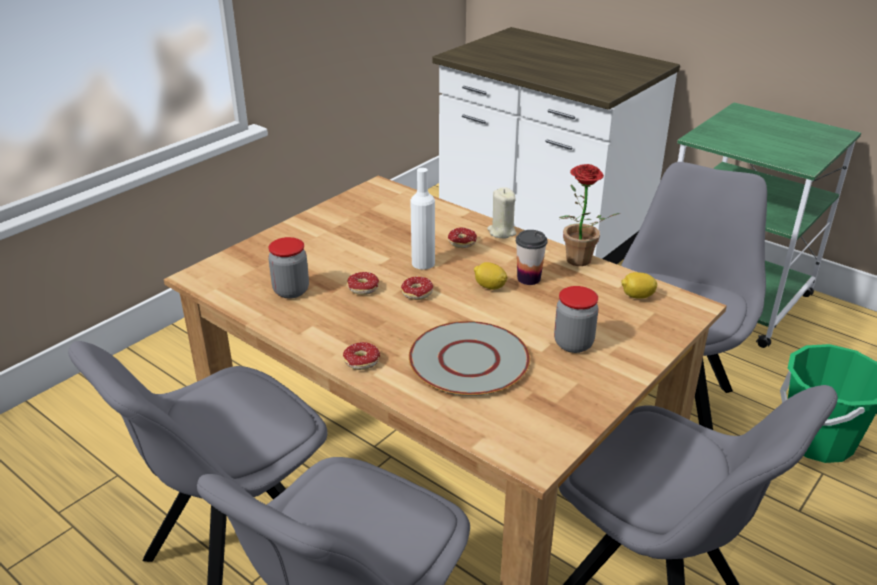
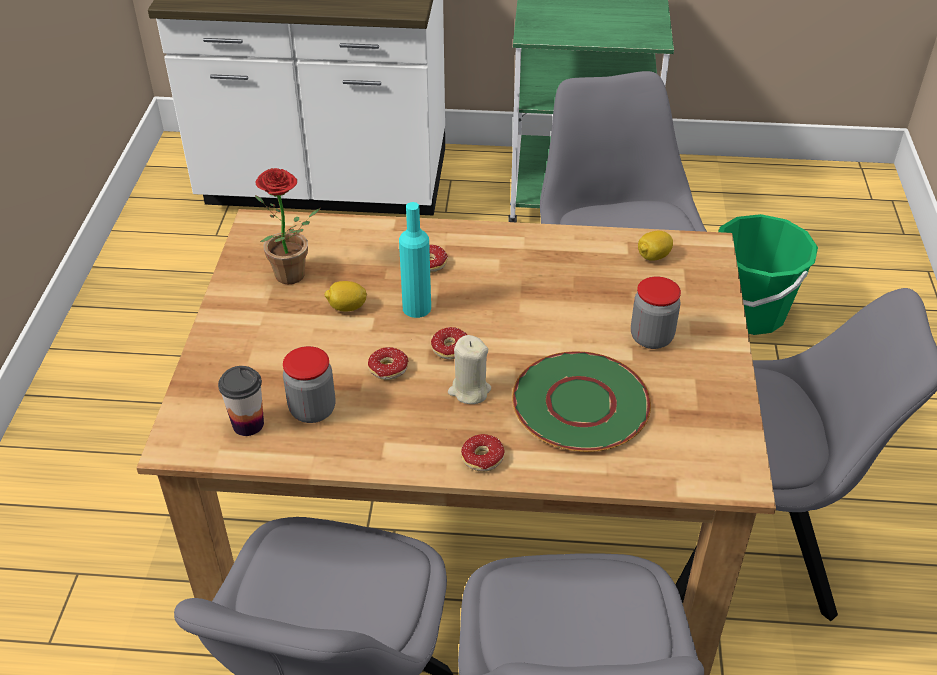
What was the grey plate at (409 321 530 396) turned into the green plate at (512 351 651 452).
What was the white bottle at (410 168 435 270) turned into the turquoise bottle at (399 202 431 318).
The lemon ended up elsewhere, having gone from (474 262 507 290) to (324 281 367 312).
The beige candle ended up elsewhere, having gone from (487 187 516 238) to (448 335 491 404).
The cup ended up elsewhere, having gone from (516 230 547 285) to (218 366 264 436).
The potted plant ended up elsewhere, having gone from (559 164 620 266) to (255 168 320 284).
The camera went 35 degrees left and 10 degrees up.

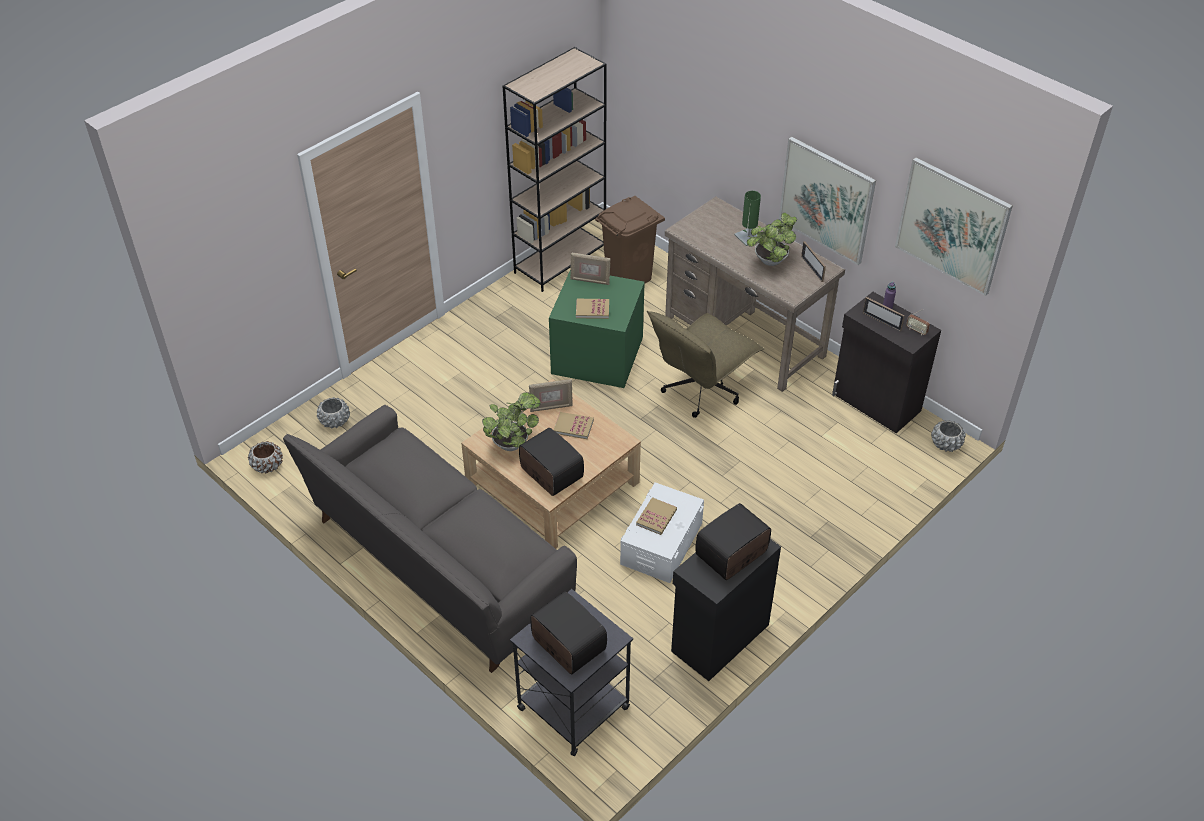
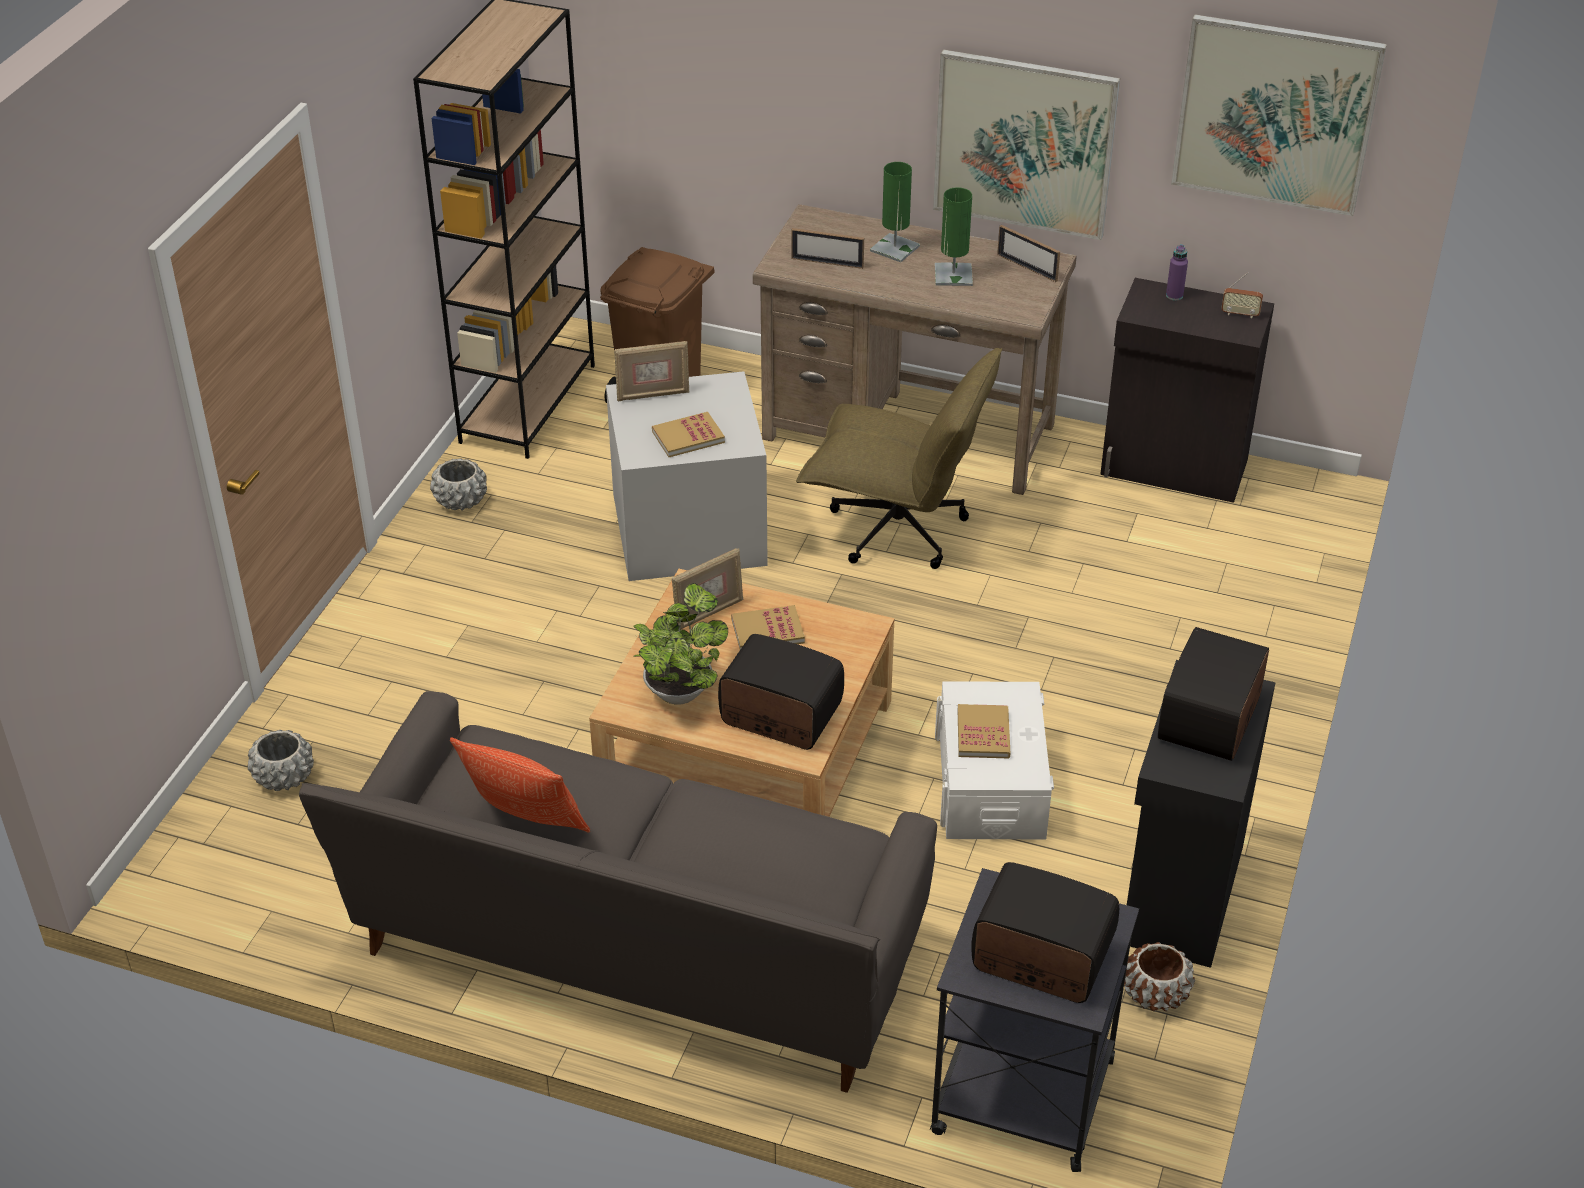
The brown planter ended up elsewhere, having gone from (248 441 283 474) to (1124 942 1195 1011).
What was the green storage box at (549 269 645 388) turned into the grey storage box at (606 371 768 581).
The beige office chair at (647 311 764 418) ended up facing another way, 90 degrees counterclockwise from before.
Where the potted plant stood at (747 213 797 266), the green table lamp came to stand at (935 187 973 286).
The picture frame ended up elsewhere, having gone from (863 297 905 332) to (791 228 864 269).
The grey planter ended up elsewhere, having gone from (931 420 966 452) to (430 458 487 511).
The second view gained the orange pillow at (450 737 590 833).
The camera went 25 degrees left and 5 degrees down.

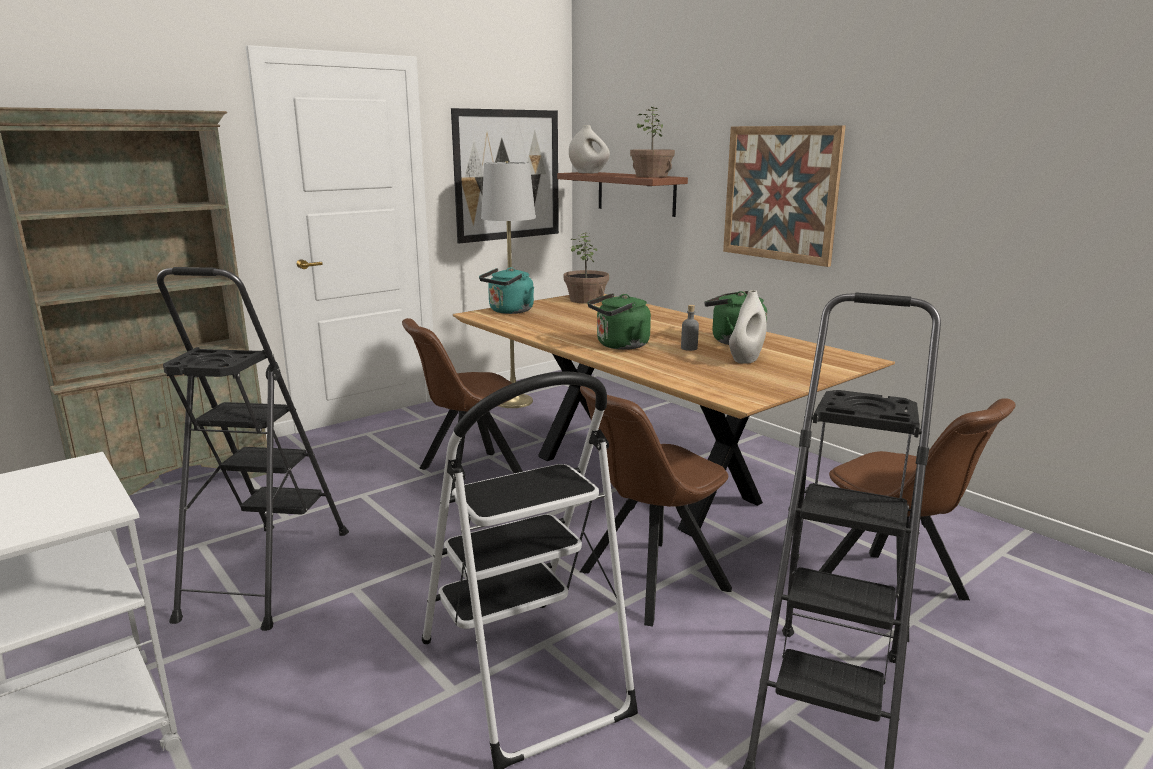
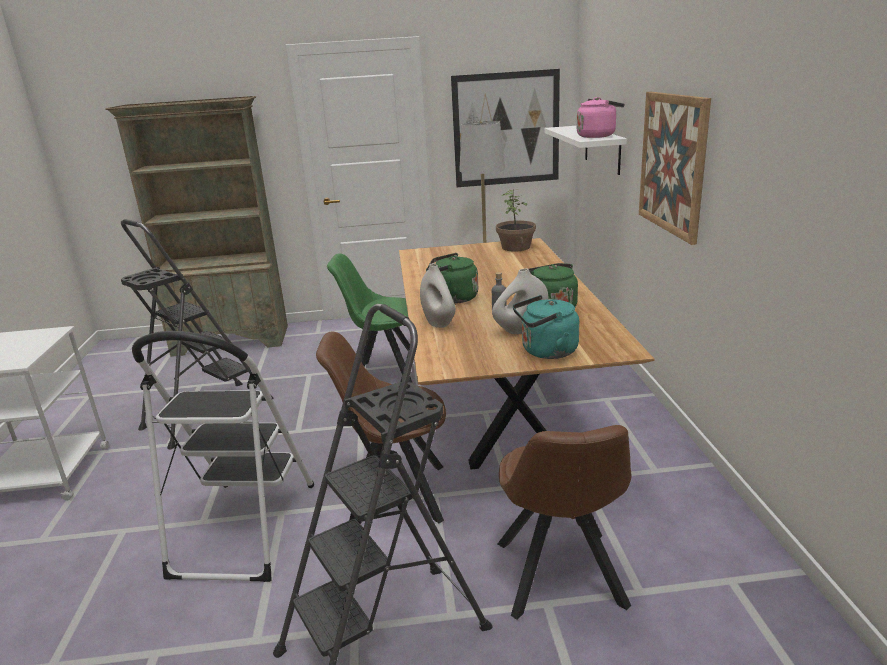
What was the brown chair at (402 318 523 496) turned into the green chair at (327 253 413 383).
The turquoise kettle ended up elsewhere, having gone from (479 267 534 314) to (513 295 579 359).
What was the brown shelf at (557 172 688 217) turned into the white shelf at (544 126 627 175).
The white vase ended up elsewhere, having gone from (569 125 610 173) to (420 263 456 328).
Where the potted plant stood at (630 107 675 177), the pink kettle came to stand at (577 97 625 138).
The camera went 35 degrees right and 5 degrees up.

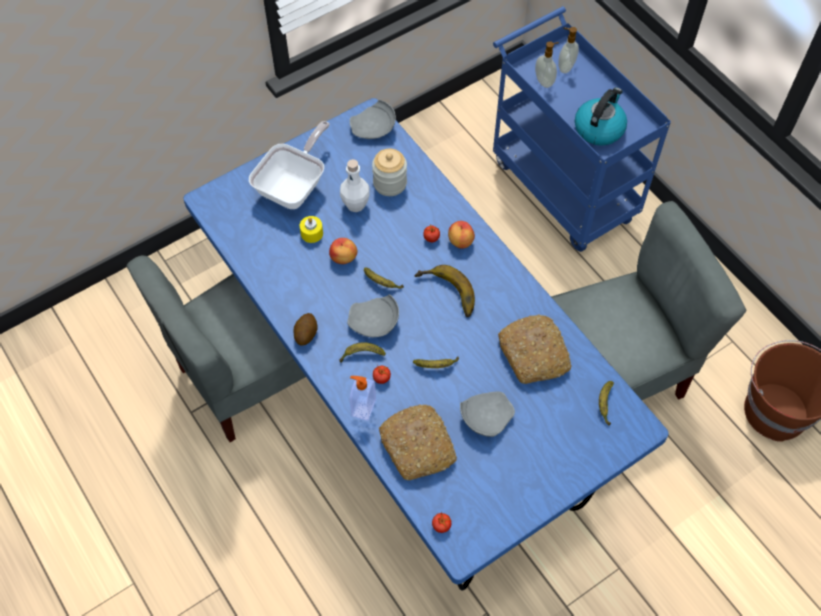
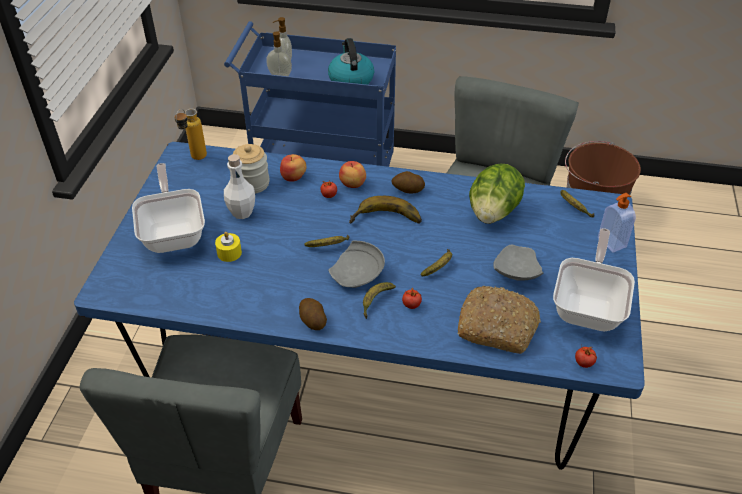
The apple ended up elsewhere, having gone from (329 238 357 264) to (280 154 306 182).
Where the grey plate stood at (350 100 396 139), the bottle came to stand at (174 109 207 160).
The soap dispenser ended up elsewhere, having gone from (350 376 376 421) to (598 193 636 253).
Where the bread stood at (498 314 571 384), the lettuce came to stand at (469 164 525 224).
The second view gained the potato at (391 171 425 193).
The second view gained the frying pan at (553 228 635 331).
The camera went 45 degrees left and 15 degrees down.

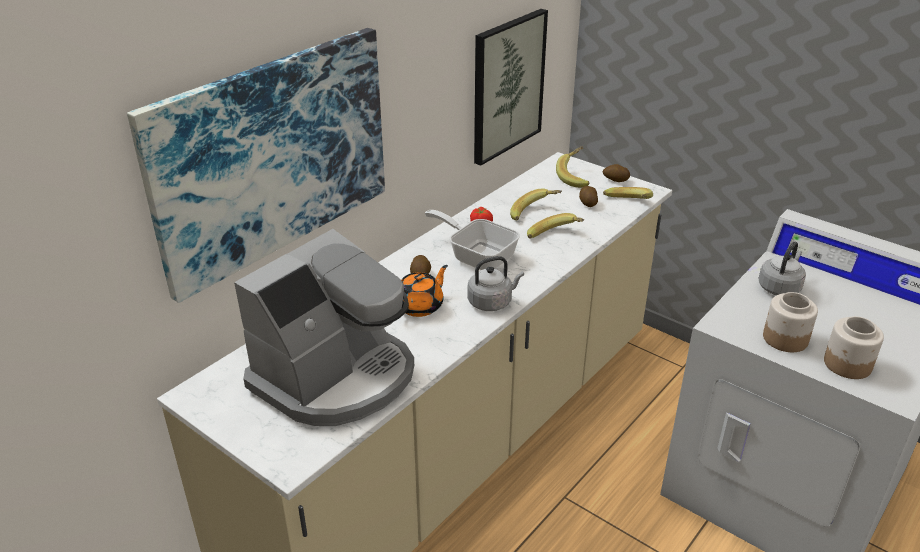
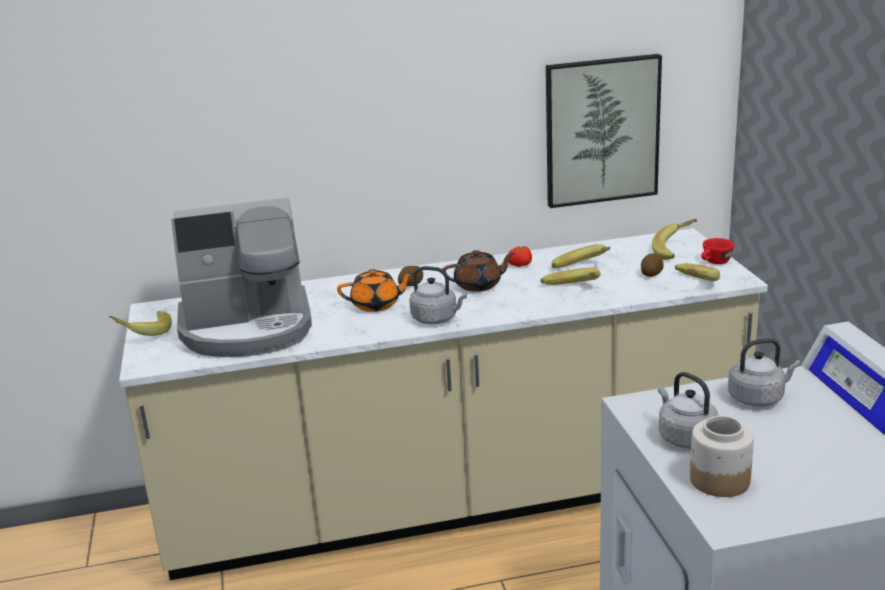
The second view lost the picture at (127 28 385 303).
Where the frying pan stood at (425 210 520 270), the brown teapot came to stand at (443 250 515 292).
Where the potato stood at (603 164 630 182), the red cup came to stand at (701 238 734 264).
Where the jar stood at (763 292 818 352), the grey kettle came to stand at (658 372 718 449).
The second view gained the banana at (108 311 172 336).
The camera went 40 degrees right and 10 degrees down.

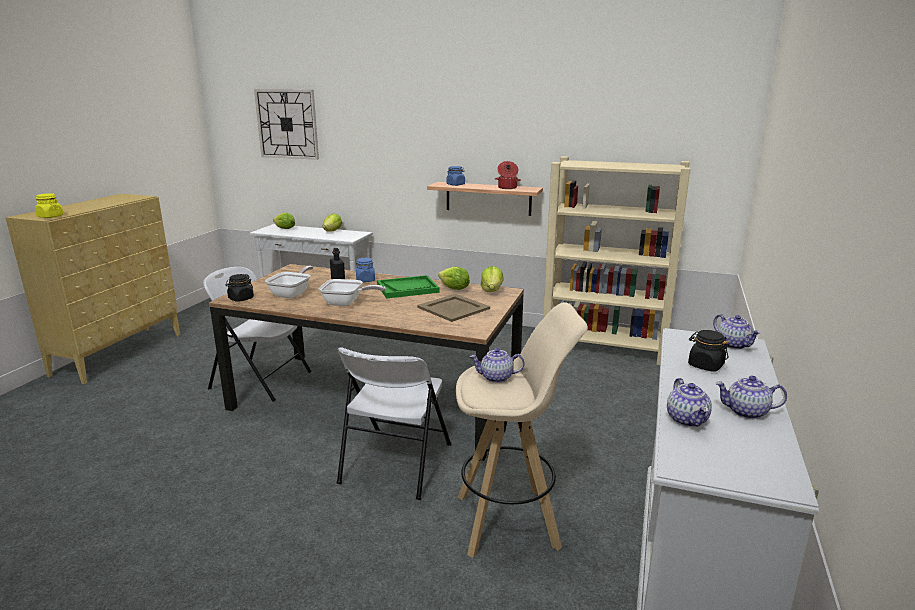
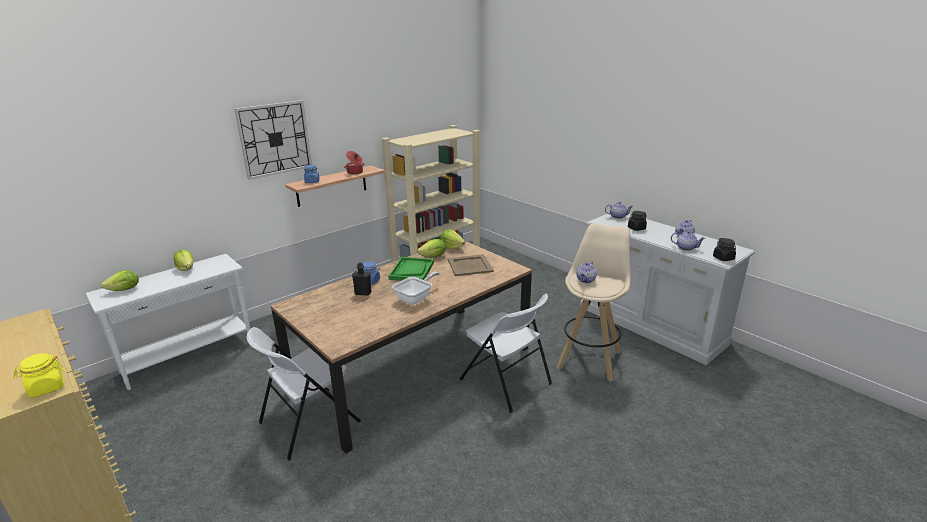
The black jar ended up elsewhere, having gone from (226 274 254 302) to (713 238 736 261).
The wall clock ended up elsewhere, having gone from (254 89 319 160) to (234 100 312 180).
The second view lost the frying pan at (265 266 313 299).
The camera went 60 degrees left and 5 degrees up.

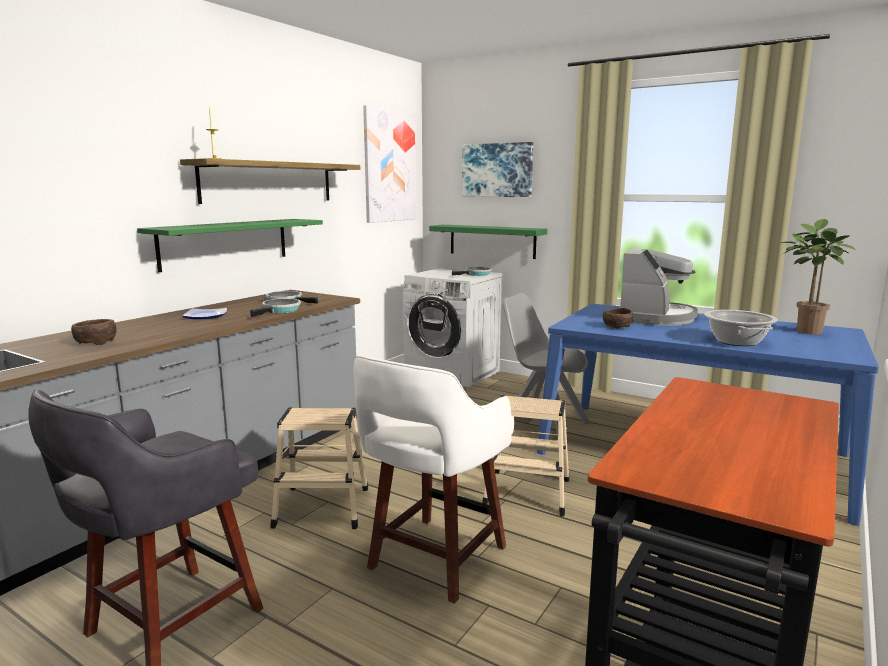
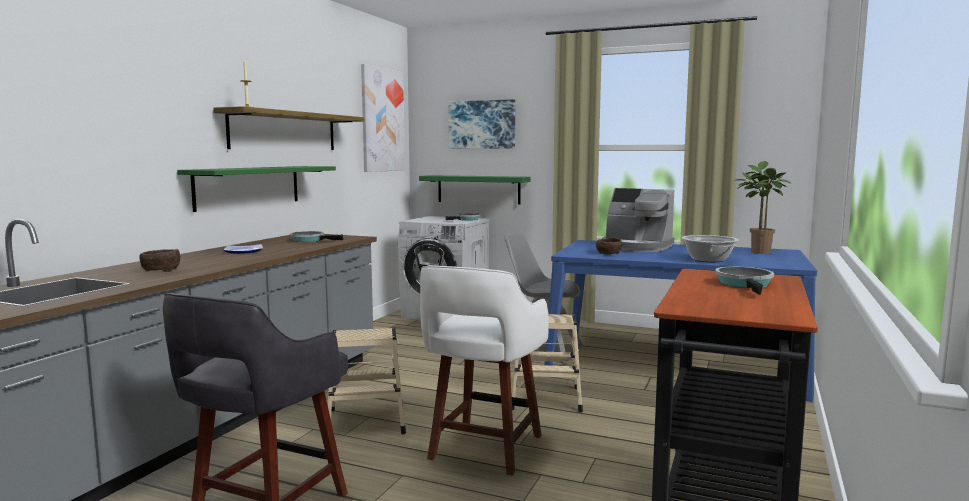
The frying pan ended up elsewhere, having gone from (250 298 301 317) to (715 267 774 295).
The coffee machine at (620 247 698 326) ended up facing another way, 105 degrees clockwise from before.
The camera went 10 degrees left and 5 degrees down.

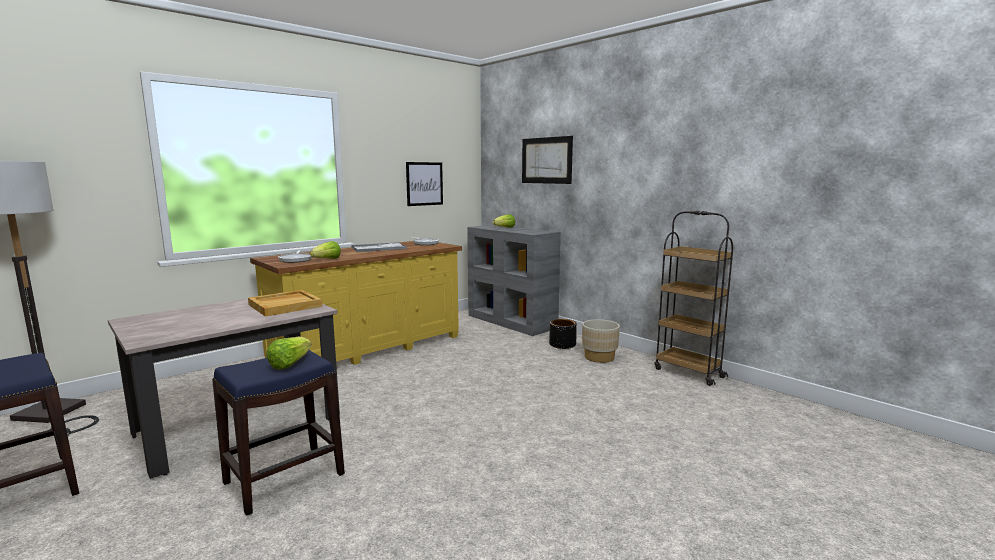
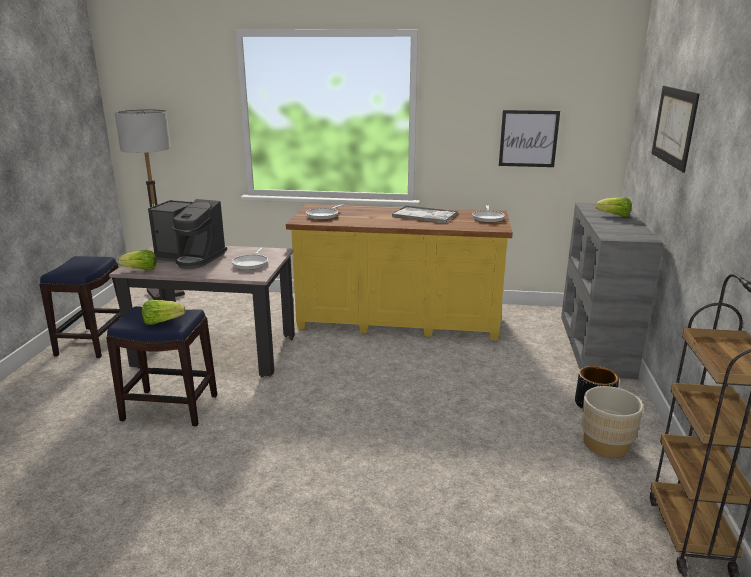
Where the beige tray stood at (248 290 323 317), the frying pan came to stand at (232 248 268 270).
The lettuce ended up elsewhere, having gone from (310 241 341 259) to (118 250 157 270).
The second view gained the coffee machine at (148 199 227 269).
The camera went 50 degrees right and 10 degrees up.

